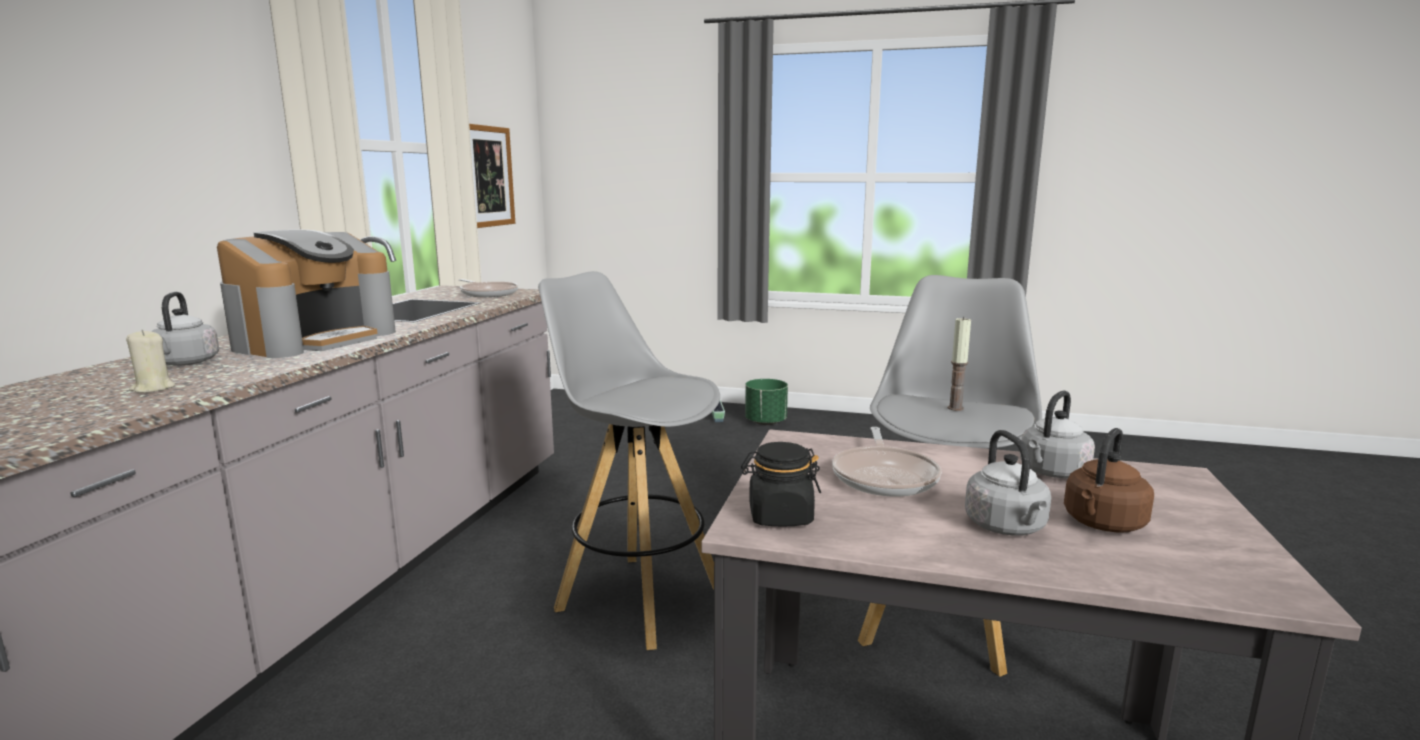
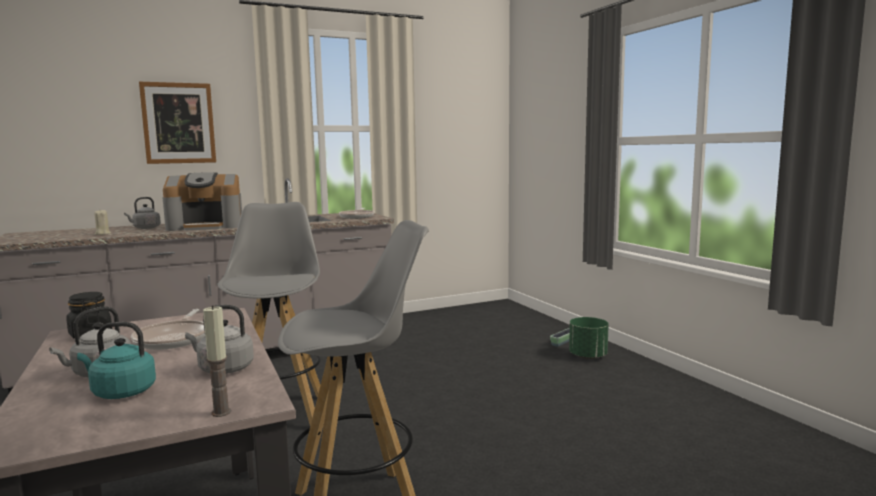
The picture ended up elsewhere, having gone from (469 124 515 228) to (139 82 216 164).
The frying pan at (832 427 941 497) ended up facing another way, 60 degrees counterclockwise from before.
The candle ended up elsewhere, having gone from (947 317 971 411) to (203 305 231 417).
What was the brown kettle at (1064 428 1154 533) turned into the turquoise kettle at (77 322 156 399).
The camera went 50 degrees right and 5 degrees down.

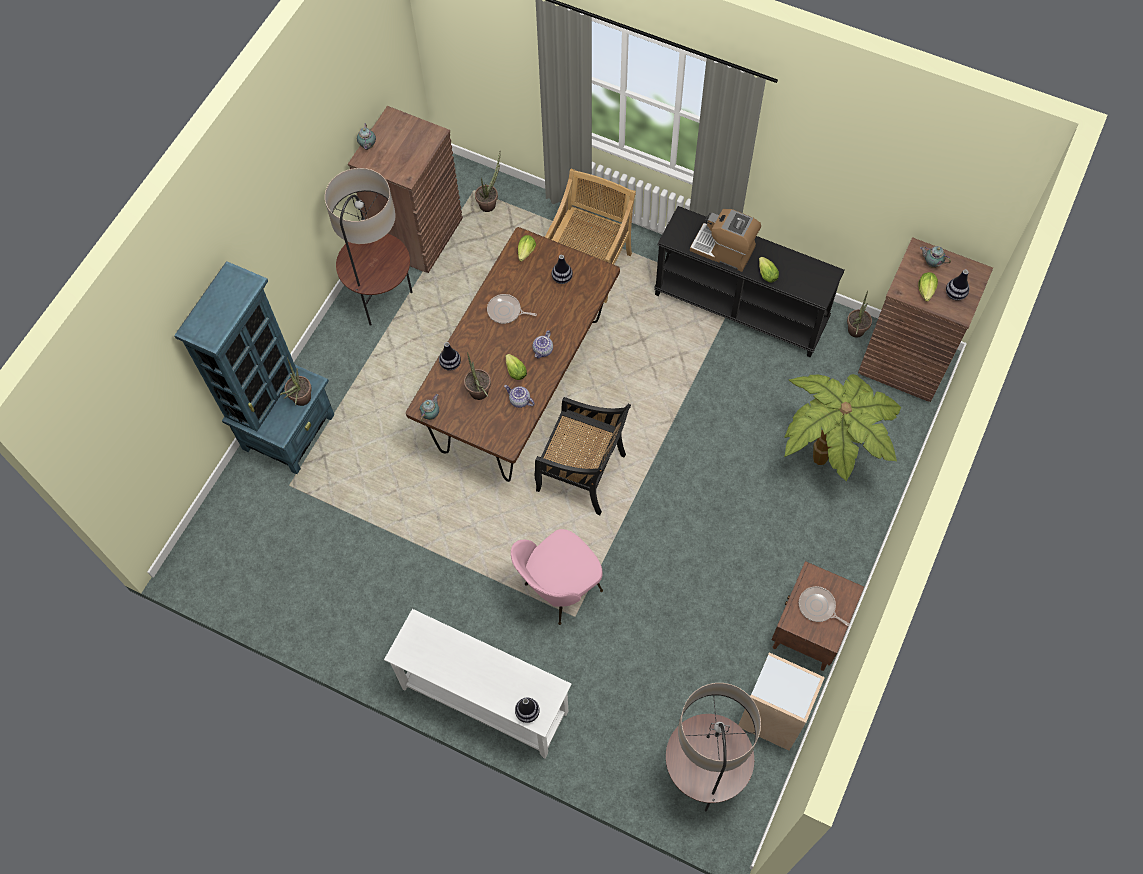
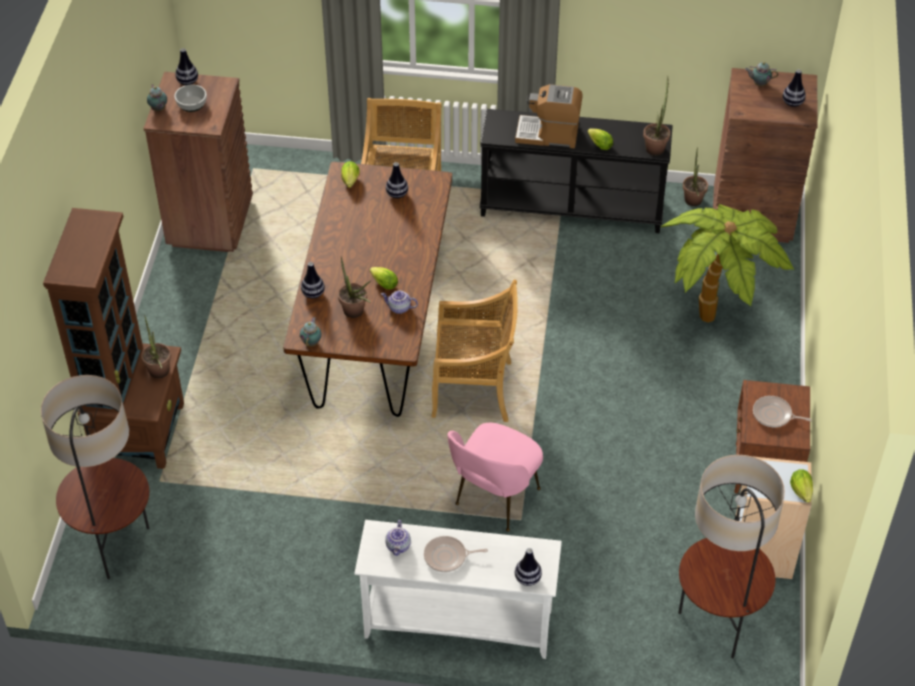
What was the blue cabinet at (174 261 335 474) turned into the brown cabinet at (43 208 184 469).
The floor lamp ended up elsewhere, having gone from (325 168 413 326) to (41 375 149 579).
The potted plant ended up elsewhere, having gone from (475 150 501 212) to (643 76 670 156).
The frying pan ended up elsewhere, having gone from (487 294 537 324) to (424 536 488 572).
The teapot ended up elsewhere, having gone from (532 330 553 358) to (385 520 411 556).
What was the black chair at (535 397 631 515) turned into the beige chair at (431 280 518 422).
The lettuce ended up elsewhere, having gone from (918 272 938 302) to (790 469 813 503).
The second view gained the bowl at (174 84 207 112).
The second view gained the vase at (175 48 198 85).
The camera went 20 degrees left and 15 degrees down.

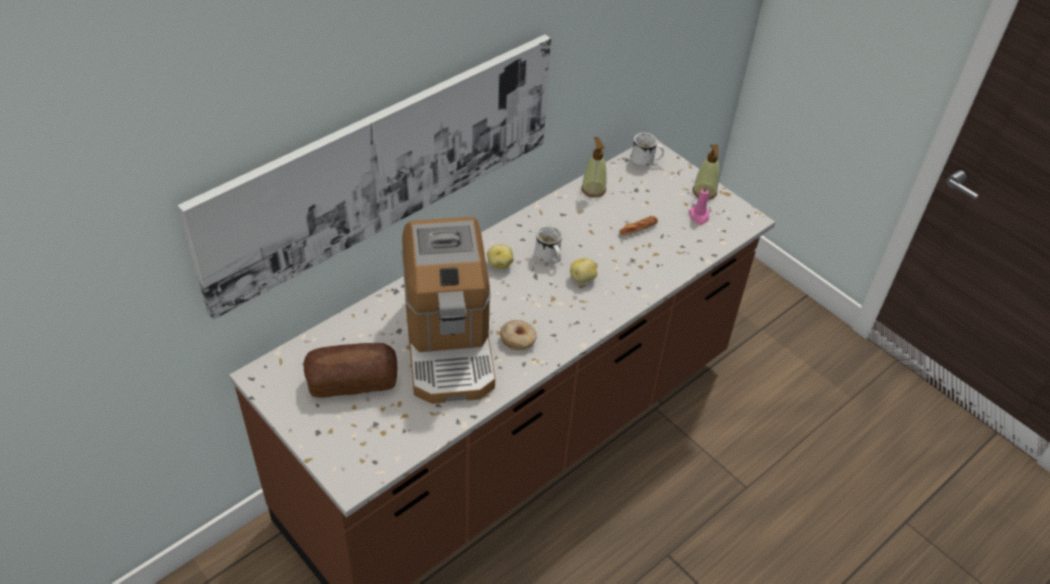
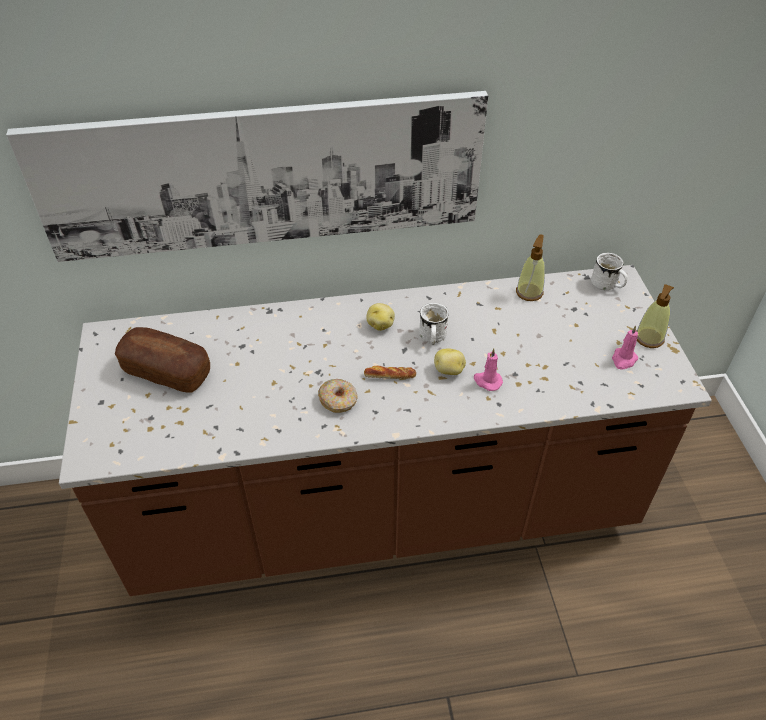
The second view lost the coffee machine at (401 217 495 404).
The bread ended up elsewhere, having gone from (619 216 658 236) to (364 366 416 379).
The second view gained the pink candle at (474 348 503 391).
The camera went 35 degrees right and 0 degrees up.

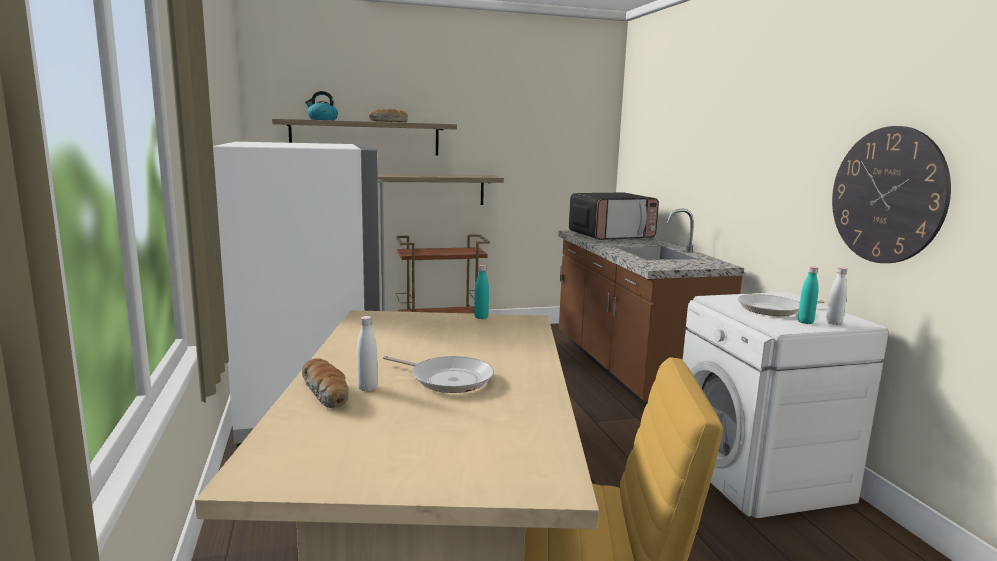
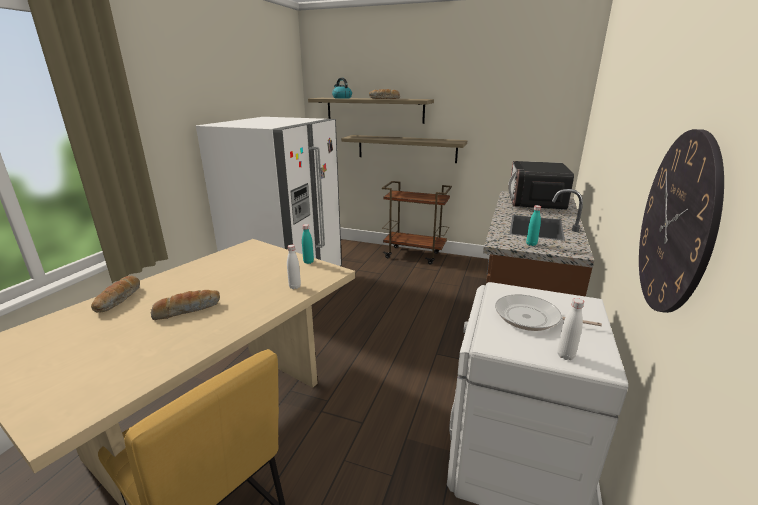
The white bottle ended up elsewhere, having gone from (357 316 378 391) to (287 245 301 289).
Where the frying pan stood at (383 356 494 393), the bread came to stand at (151 290 220 320).
The microwave at (569 193 659 240) ended up facing another way, 90 degrees clockwise from before.
The turquoise bottle ended up elsewhere, having gone from (798 266 818 324) to (526 205 541 246).
The camera went 35 degrees right and 10 degrees up.

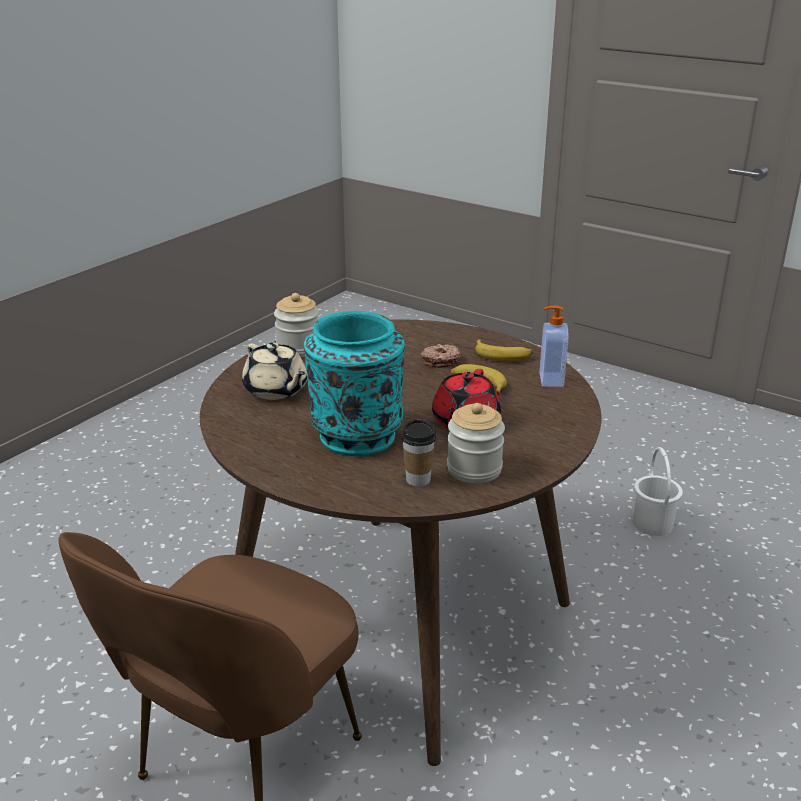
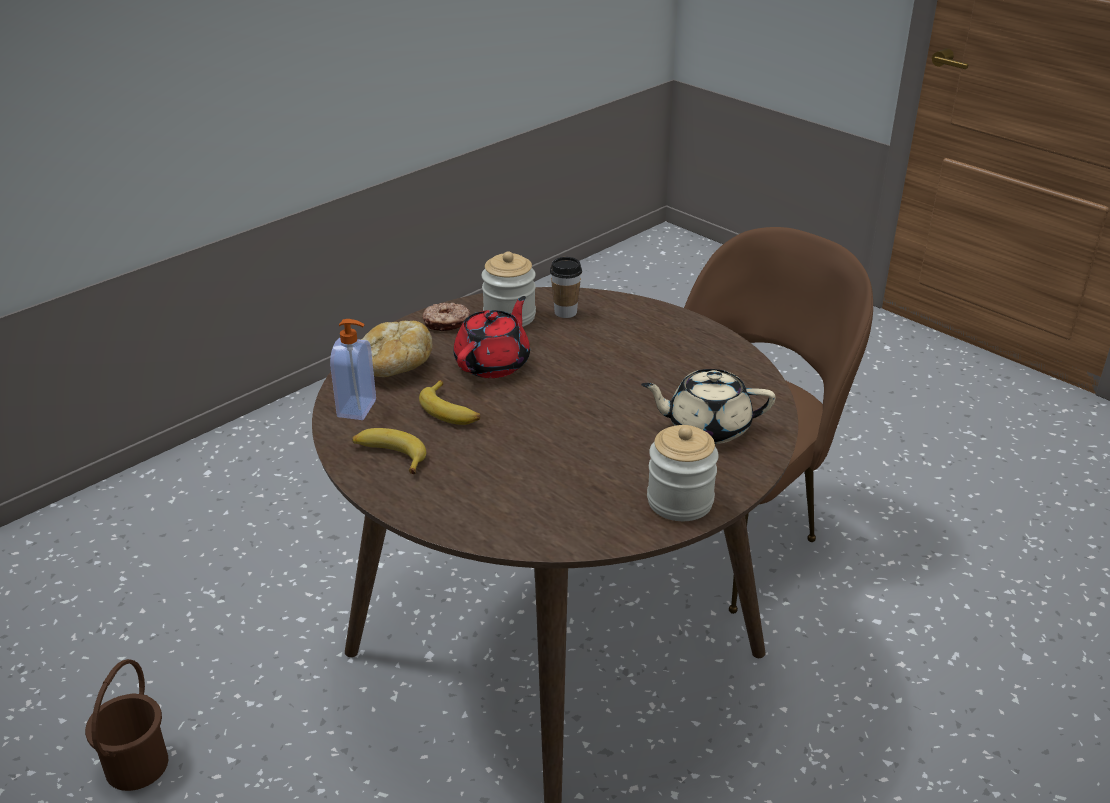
The beige teapot at (242 343 307 400) ended up facing another way, 60 degrees counterclockwise from before.
The second view lost the turquoise vase at (304 311 405 456).
The donut ended up elsewhere, having gone from (421 344 461 368) to (423 303 471 331).
What was the white bucket at (632 447 683 536) turned into the brown bucket at (85 659 168 791).
The second view gained the bread at (360 321 432 377).
The camera went 170 degrees left and 5 degrees up.

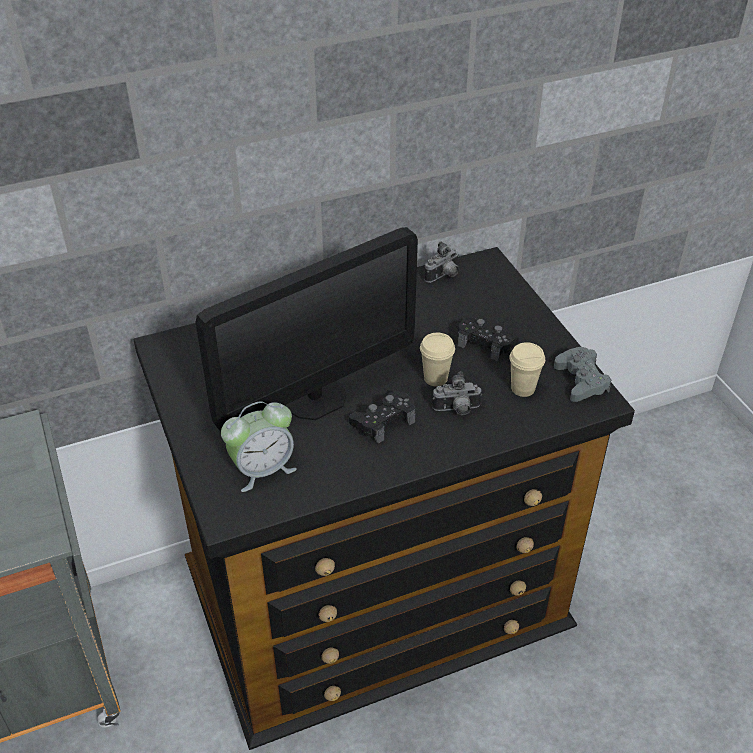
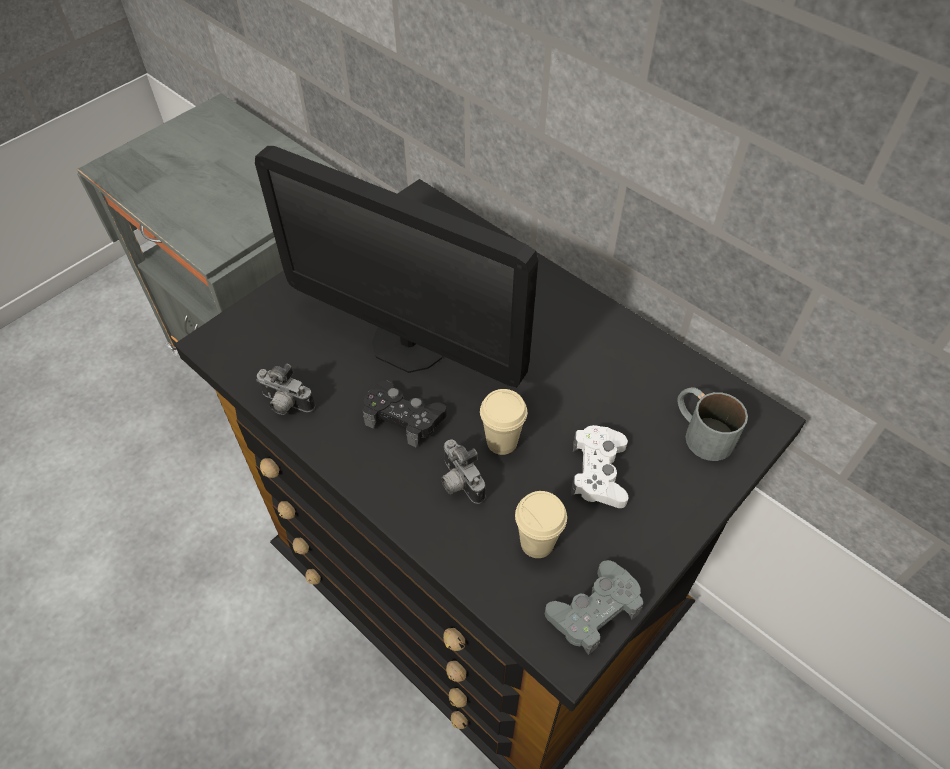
The second view lost the alarm clock at (221 401 297 492).
The photo camera ended up elsewhere, having gone from (424 241 459 283) to (256 364 315 415).
What was the black game controller at (458 317 519 361) turned into the white game controller at (571 425 629 508).
The second view gained the grey mug at (677 387 748 461).
The camera went 65 degrees right and 10 degrees up.

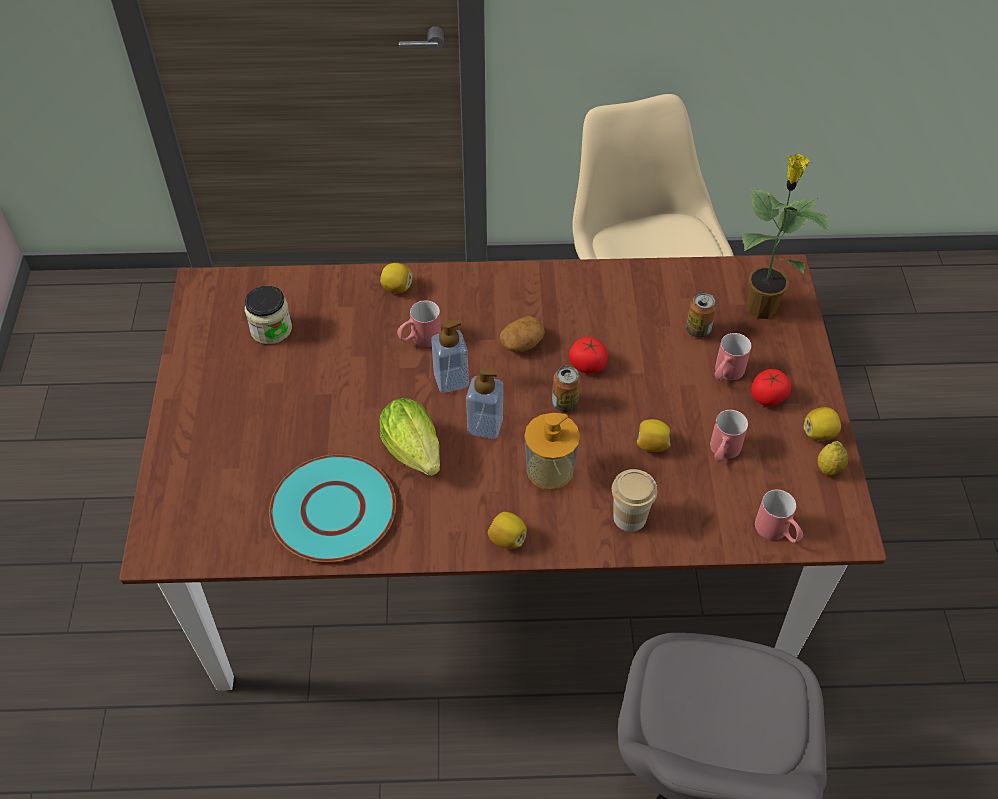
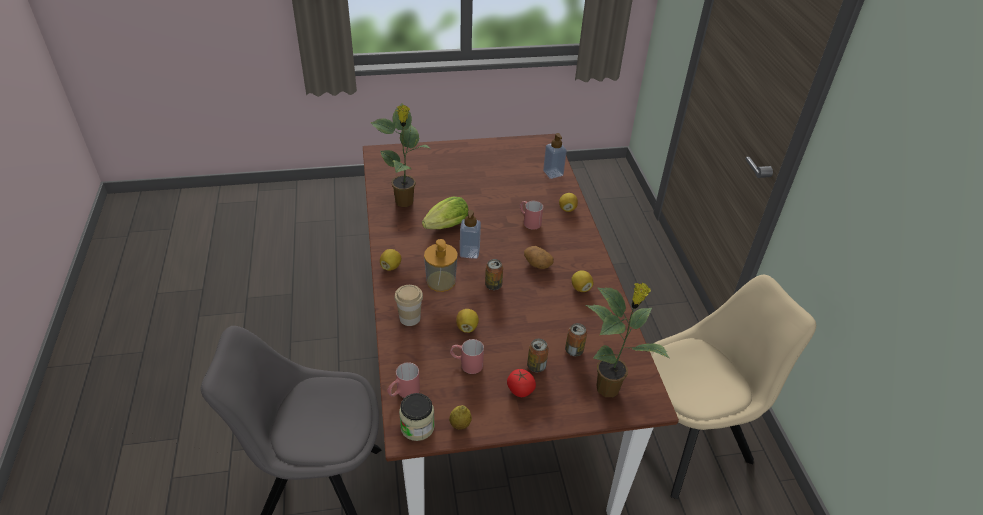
The jar ended up elsewhere, having gone from (245 286 292 344) to (399 393 435 441).
Where the turquoise plate stood at (269 455 396 562), the potted plant came to stand at (371 103 431 207).
The soap dispenser ended up elsewhere, having gone from (431 320 469 393) to (543 133 567 179).
The second view lost the tomato at (569 337 608 374).
Where the red mug stood at (715 333 751 381), the can came to stand at (527 339 549 372).
The lemon ended up elsewhere, having gone from (804 407 841 441) to (571 270 593 292).
The camera went 80 degrees right and 10 degrees down.

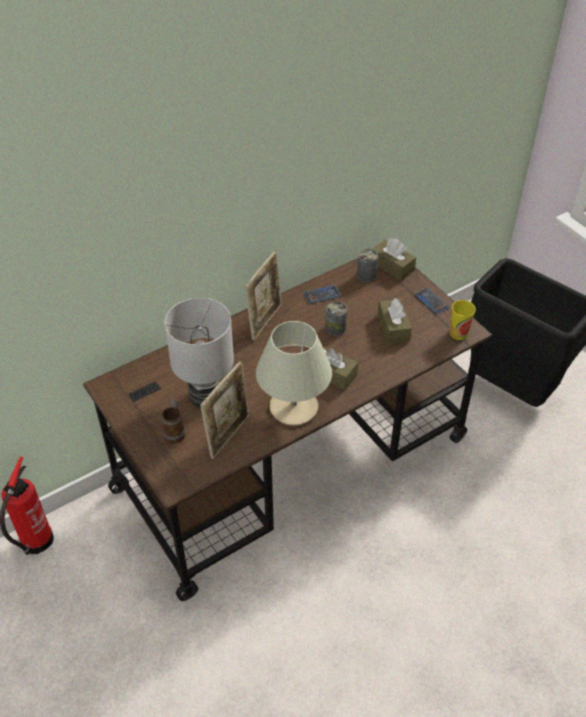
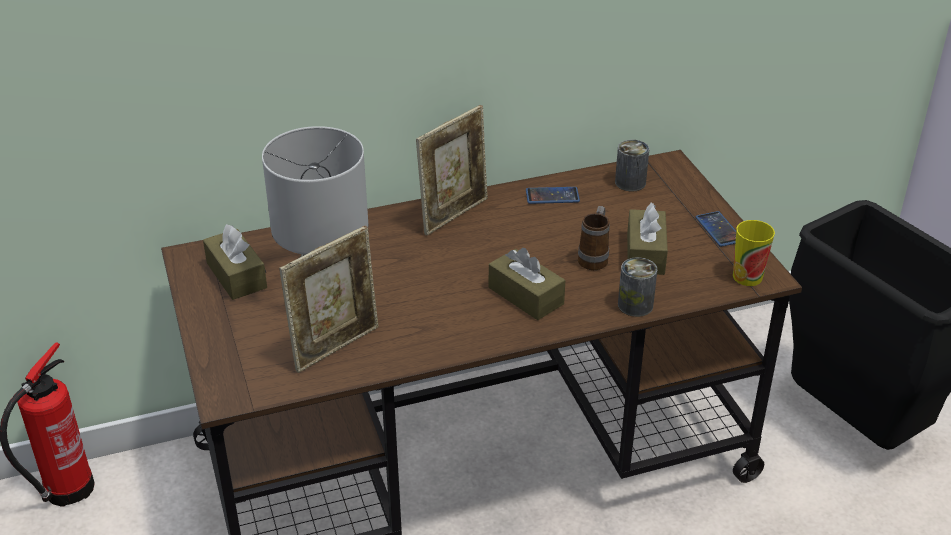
The mug ended up elsewhere, having gone from (162 399 185 444) to (578 206 610 270).
The second view lost the beige table lamp at (256 321 332 426).
The can ended up elsewhere, having gone from (325 301 347 336) to (618 257 657 317).
The brown tissue box ended up elsewhere, having gone from (372 238 416 281) to (203 224 267 300).
The camera went 15 degrees right and 10 degrees down.

